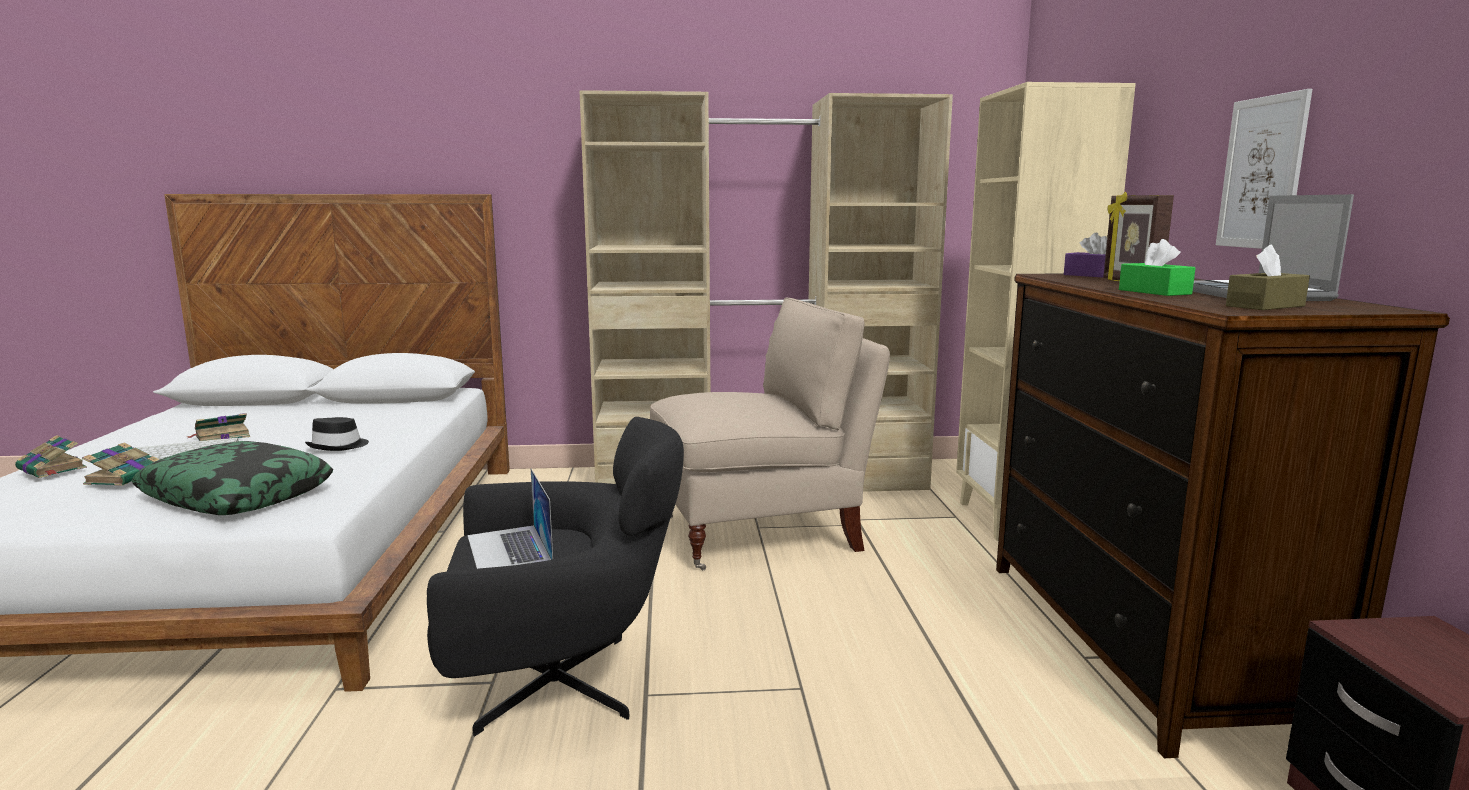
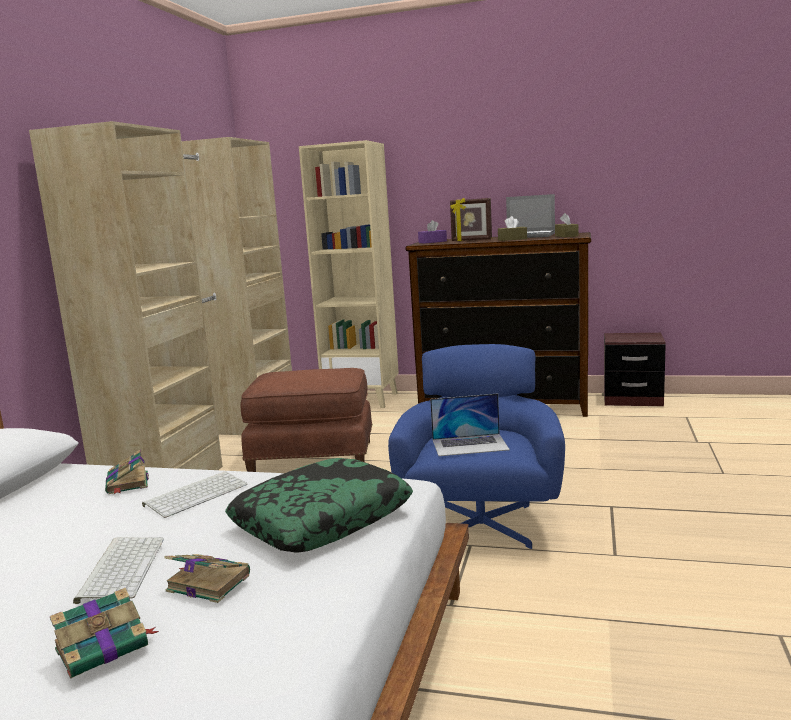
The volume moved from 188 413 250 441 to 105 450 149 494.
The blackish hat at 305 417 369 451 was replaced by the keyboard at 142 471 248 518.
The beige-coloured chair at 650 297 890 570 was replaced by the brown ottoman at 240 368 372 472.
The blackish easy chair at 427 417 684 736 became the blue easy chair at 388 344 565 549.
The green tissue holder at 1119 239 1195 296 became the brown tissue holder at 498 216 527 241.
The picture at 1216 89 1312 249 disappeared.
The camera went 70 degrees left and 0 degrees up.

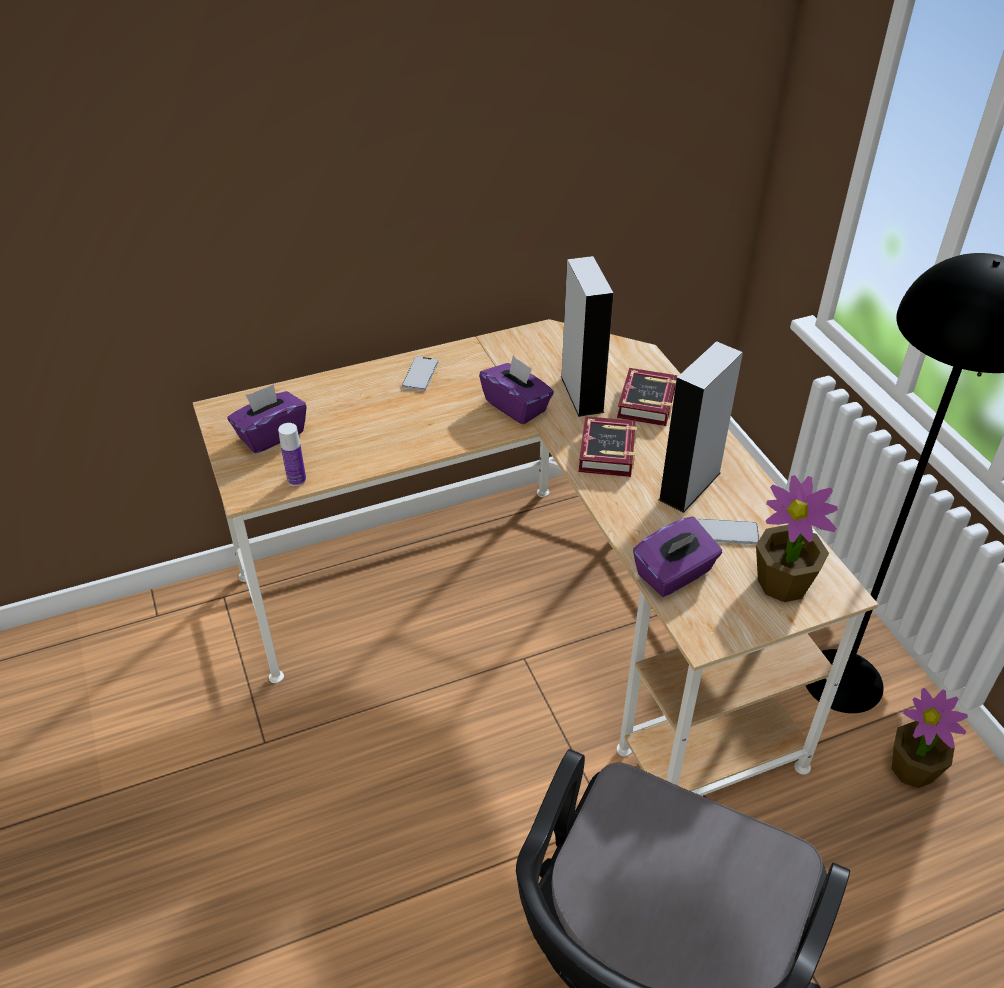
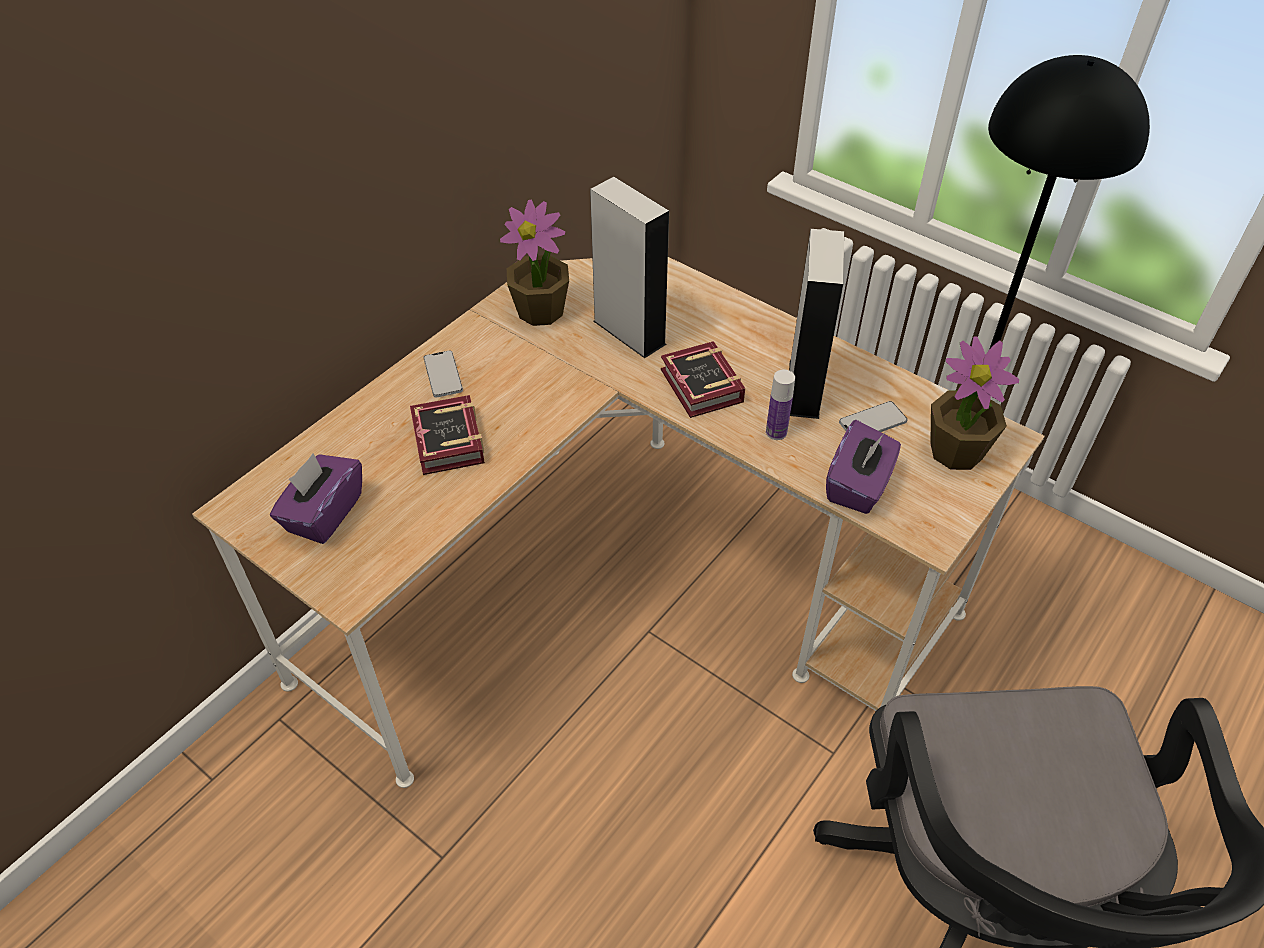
The volume moved from 617 368 677 426 to 410 395 485 475.
The plant in a pot moved from 892 688 968 788 to 500 199 569 326.
The bottle moved from 278 423 306 486 to 766 370 795 440.
The purple tissue holder at 479 356 554 424 disappeared.
The camera went 30 degrees left and 5 degrees up.

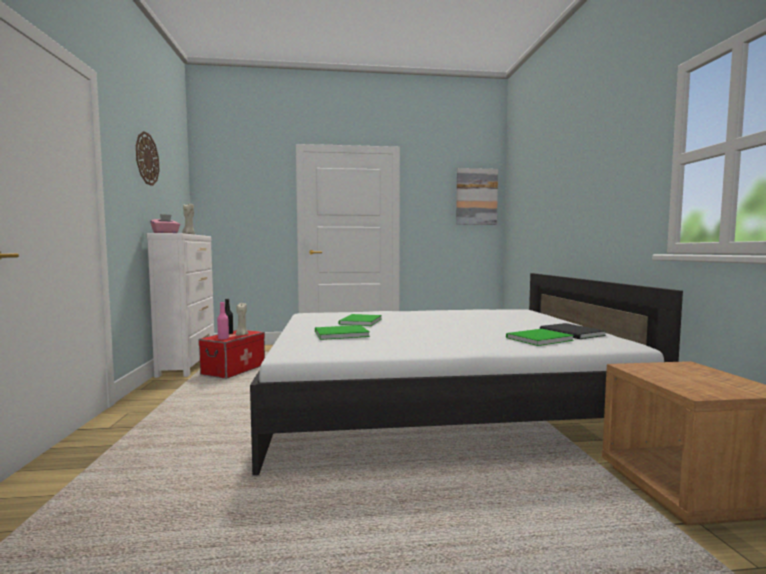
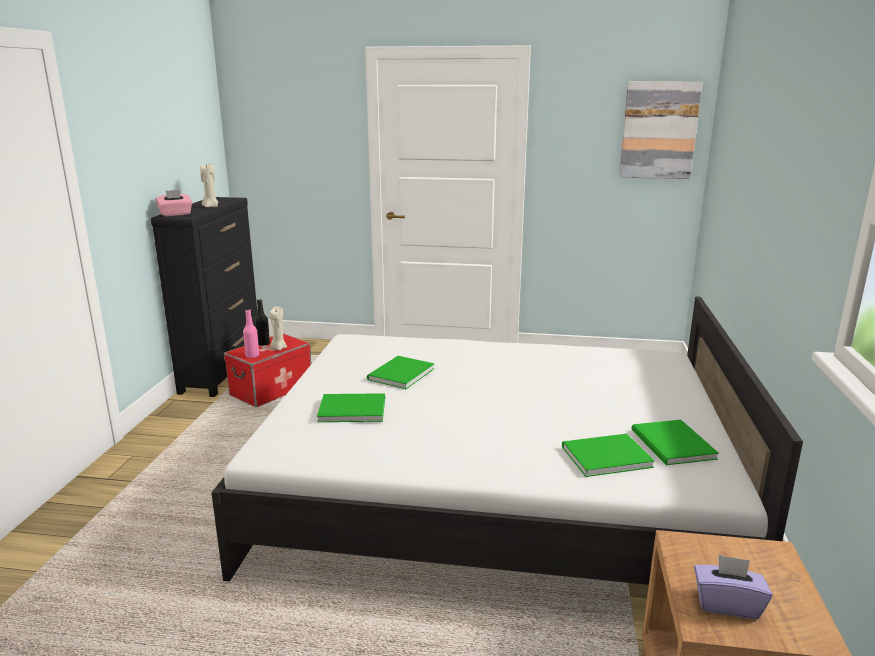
The whitish dresser at 147 233 214 378 became the blackish dresser at 151 197 257 397.
The blackish volume at 540 323 606 339 became the green volume at 632 420 719 465.
The purple tissue holder at 694 555 772 619 appeared.
The clock on the wall at 136 131 159 186 disappeared.
The camera went 15 degrees right and 15 degrees up.

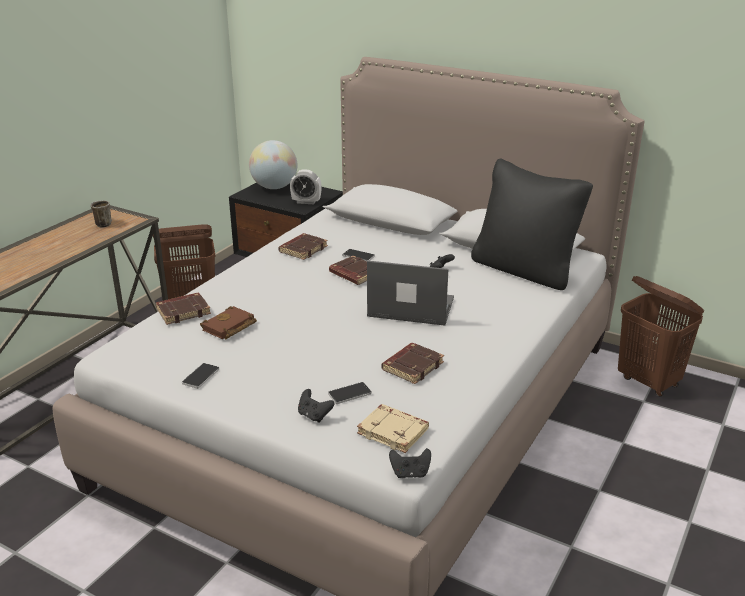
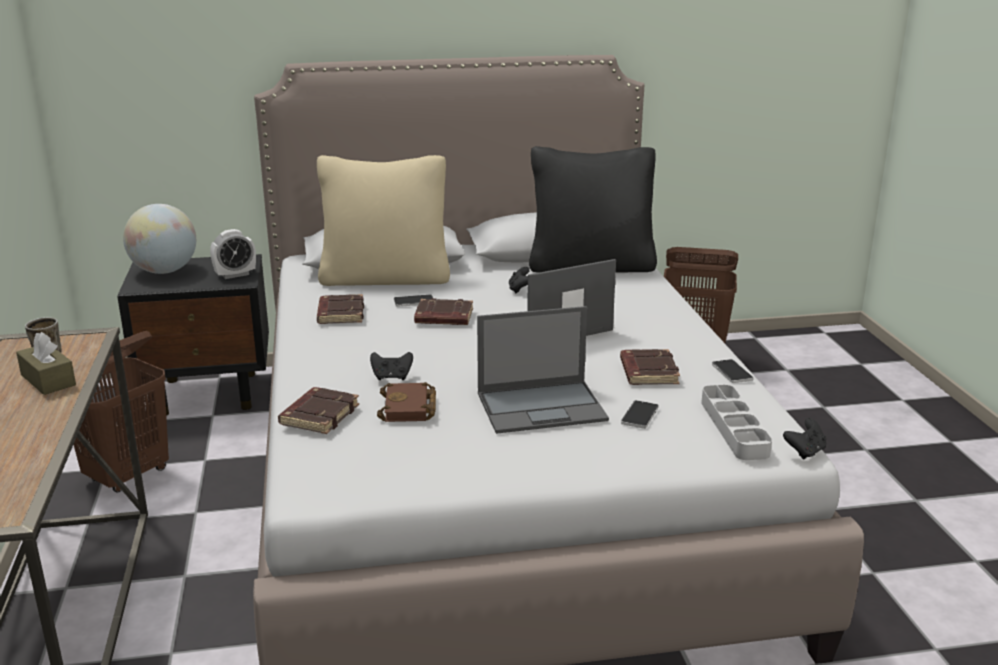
The brown tissue holder at 16 332 76 395 appeared.
The beige-coloured pillow at 317 155 450 286 appeared.
The blackish joypad moved from 298 389 334 423 to 370 352 413 380.
The portable computer at 477 306 609 434 appeared.
The beige-coloured volume at 357 404 429 453 was replaced by the greyish tray at 701 385 772 460.
The telephone moved from 182 363 219 389 to 712 359 753 383.
The camera went 40 degrees left and 5 degrees down.

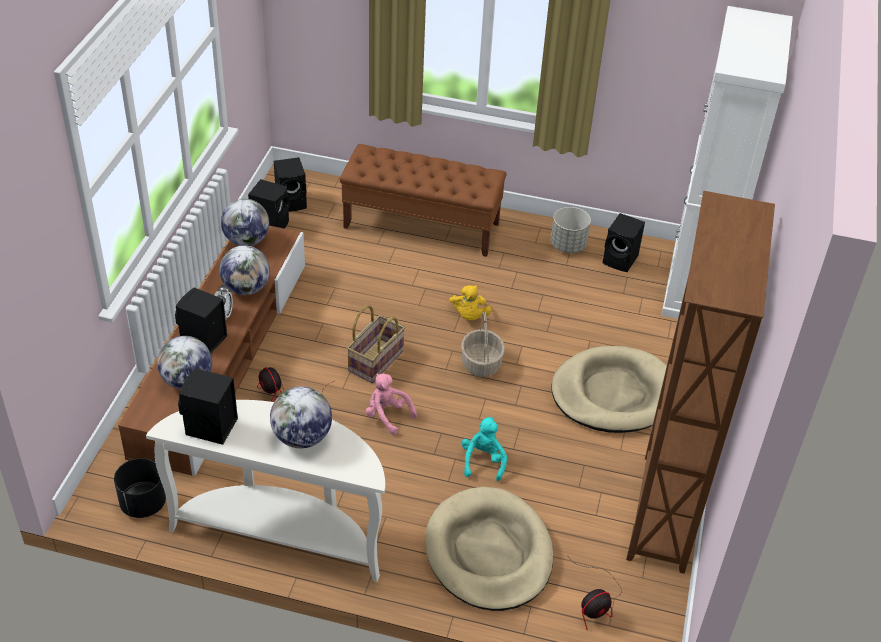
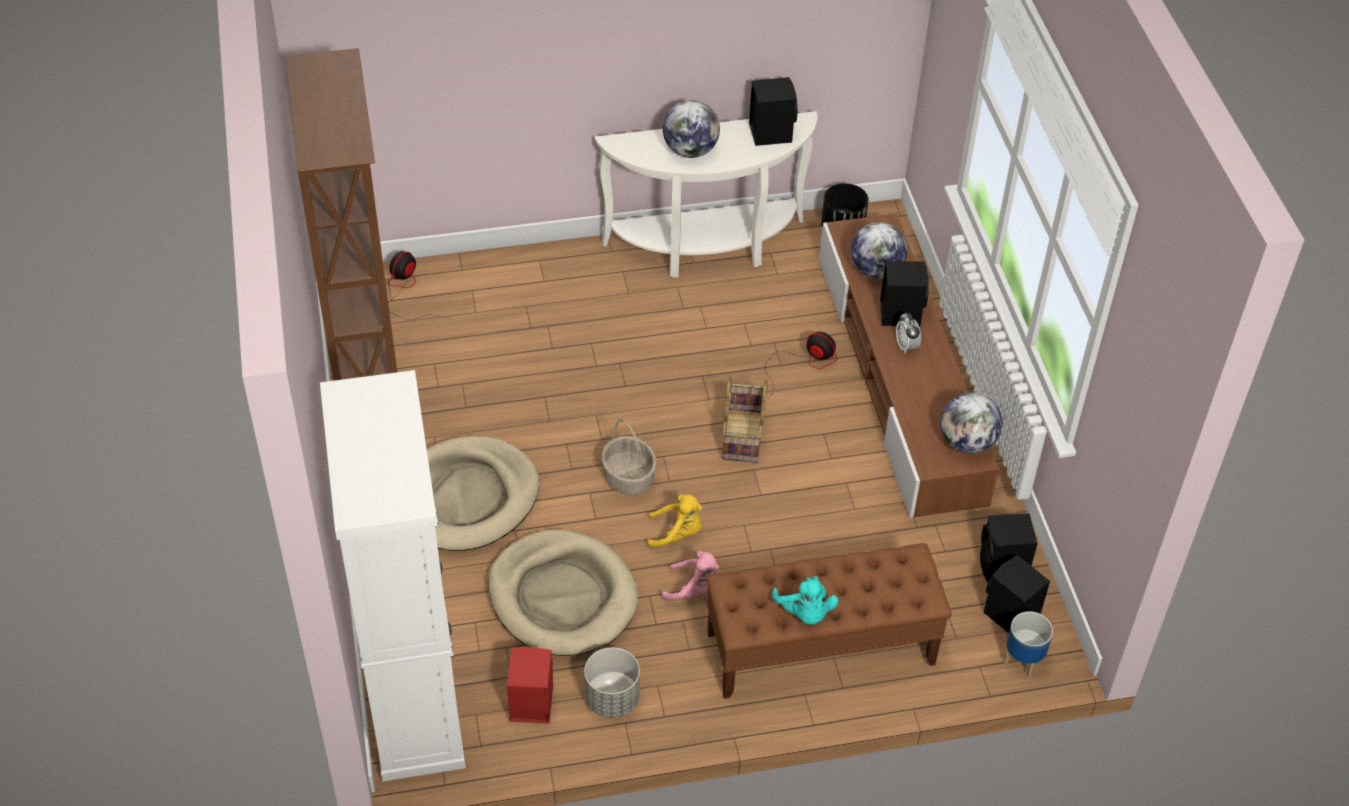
The beige-coloured dog bed moved from 425 487 553 611 to 488 529 638 656.
The blackish loudspeaker at 603 213 645 272 became the red-coloured loudspeaker at 507 647 553 723.
The yellow plush toy at 449 285 492 321 turned 120 degrees clockwise.
The pinkish plush toy moved from 365 374 417 435 to 662 551 719 600.
The turquoise plush toy moved from 461 417 507 481 to 772 576 839 625.
The flower pot at 1003 611 1053 678 appeared.
The desk globe at 219 245 270 295 disappeared.
The camera went 155 degrees right and 5 degrees up.

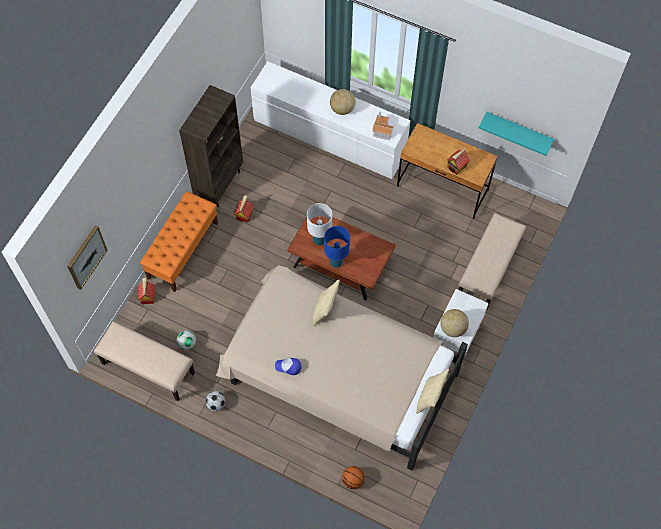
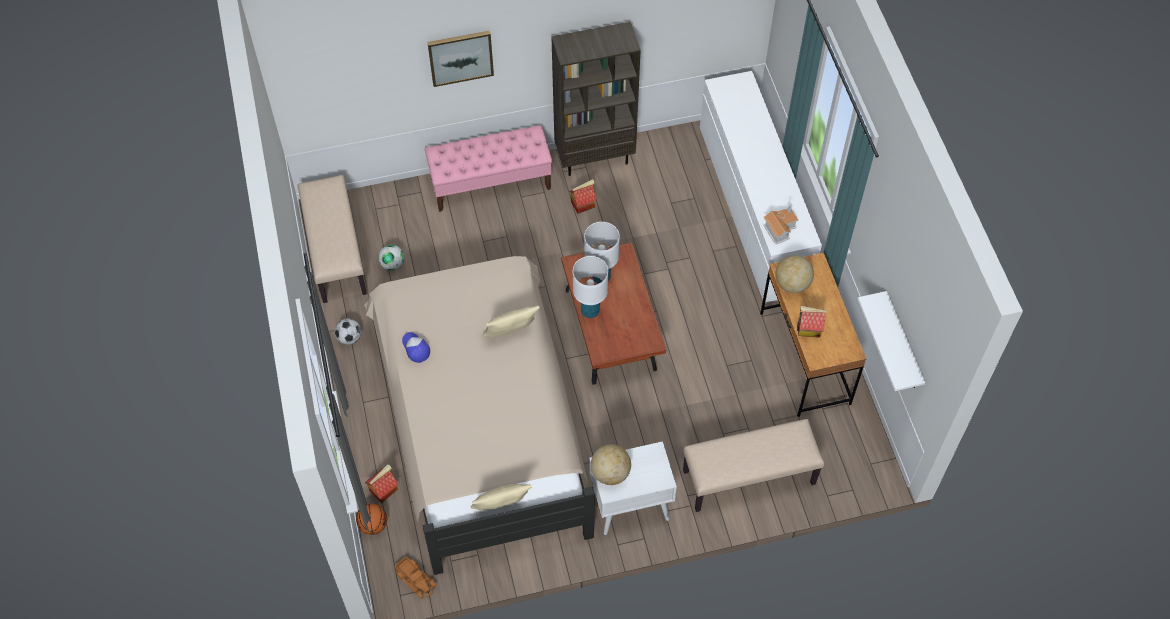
The miniature house moved from 138 277 155 304 to 365 464 398 503.
The toy lorry at 394 557 437 599 appeared.
The orangey indoor bench at 140 191 218 292 became the pinkish indoor bench at 425 125 552 212.
The picture moved from 67 225 107 290 to 427 30 494 87.
The blue table lamp at 324 226 350 268 became the whitish table lamp at 573 256 608 318.
The desk globe moved from 330 89 356 115 to 775 255 814 293.
The turquoise shelf at 479 112 554 156 became the whitish shelf at 858 291 925 391.
The camera went 50 degrees right and 5 degrees down.

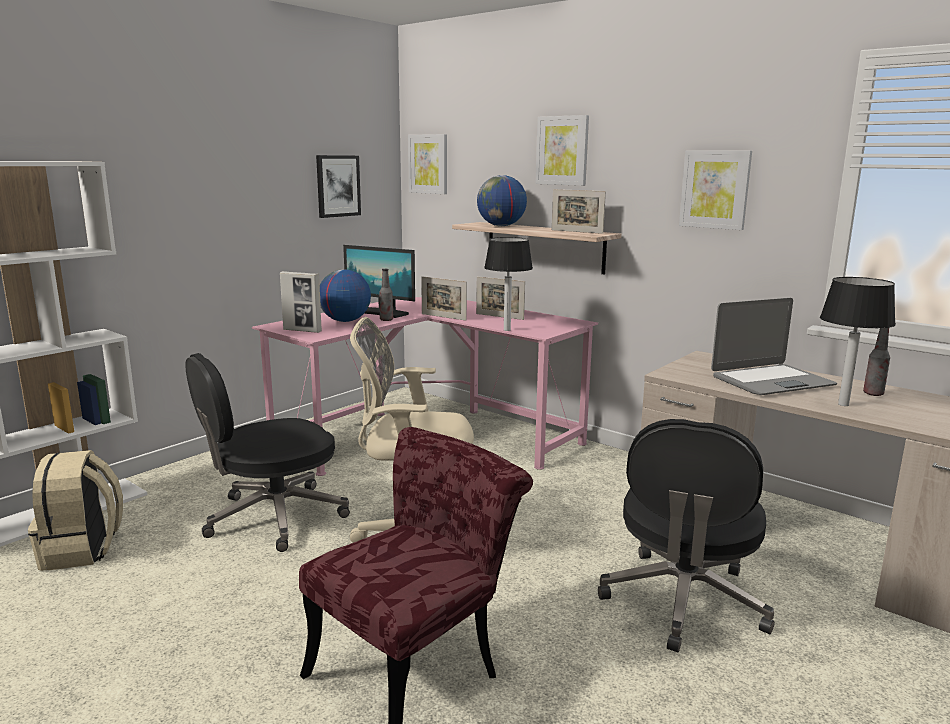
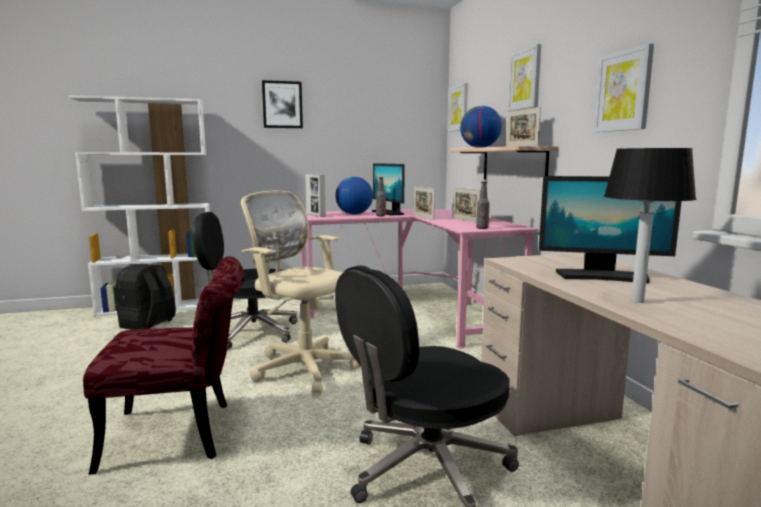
The beige-coloured backpack at 28 450 123 571 became the blackish backpack at 116 264 176 330.
The picture moved from 316 155 361 218 to 262 80 303 128.
The bottle moved from 863 328 890 396 to 476 181 489 229.
The portable computer at 711 298 837 395 was replaced by the computer screen at 539 176 682 284.
The table lamp at 484 237 533 331 disappeared.
The camera went 35 degrees right and 5 degrees down.

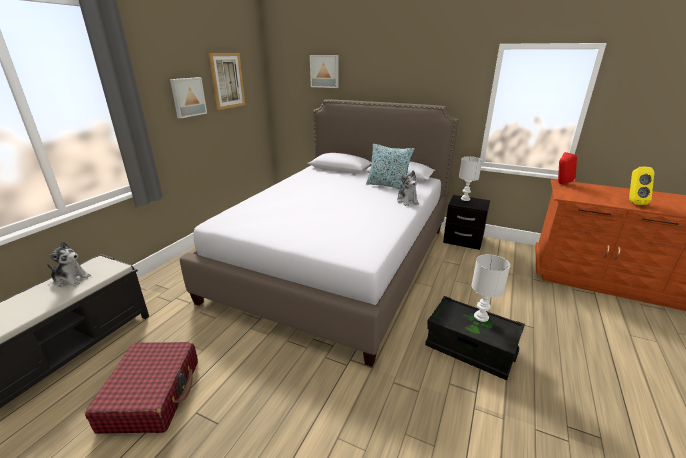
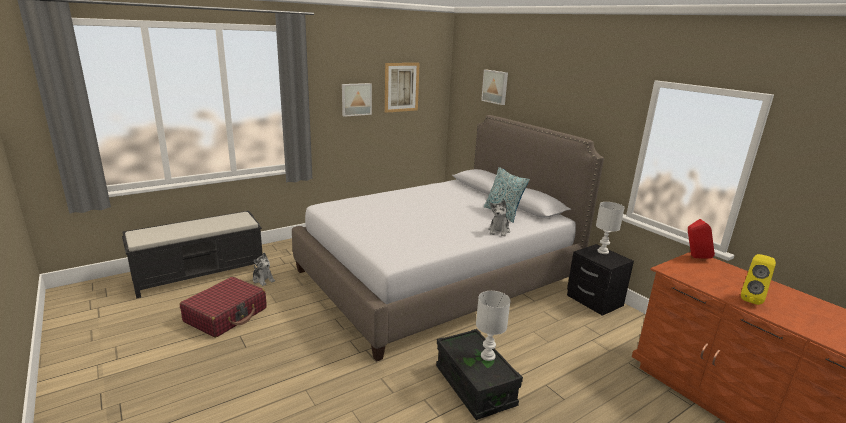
The plush toy moved from 47 241 91 287 to 253 253 275 286.
The camera went 30 degrees right and 5 degrees down.

